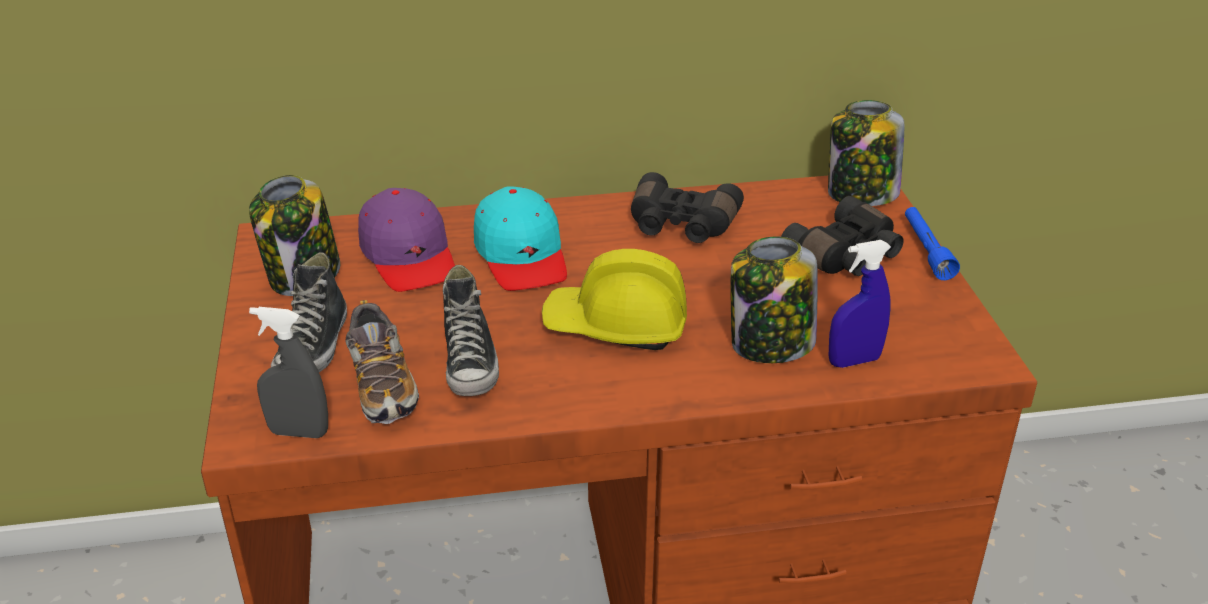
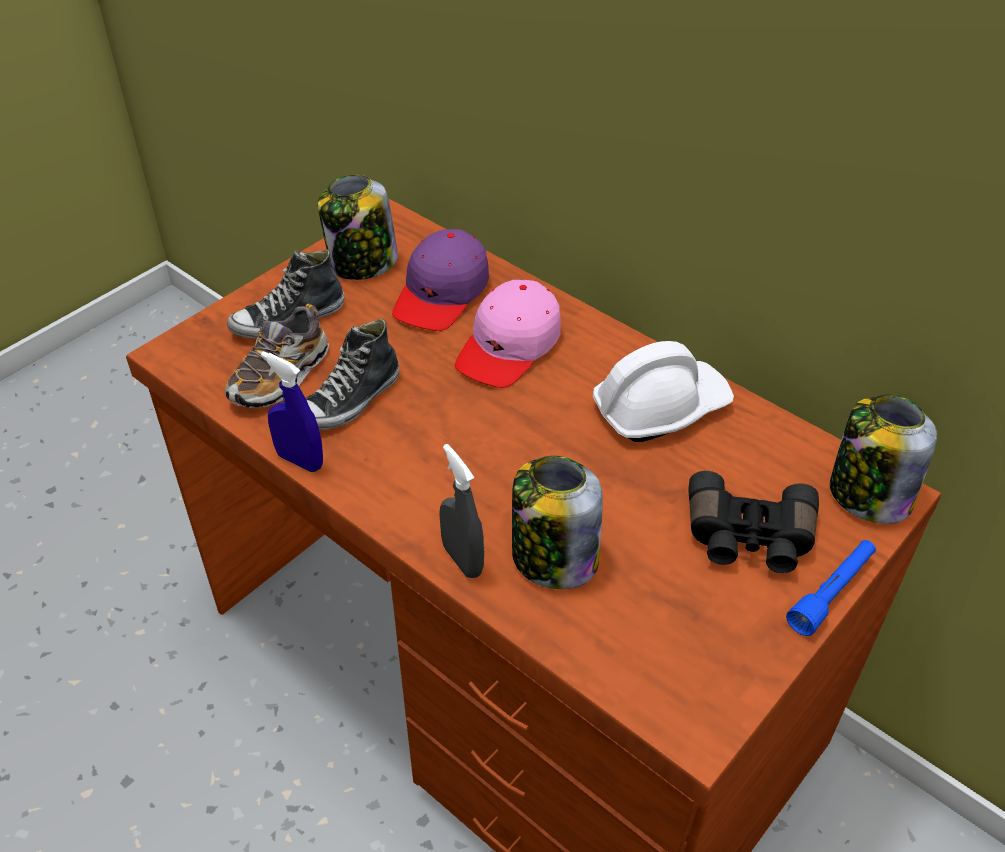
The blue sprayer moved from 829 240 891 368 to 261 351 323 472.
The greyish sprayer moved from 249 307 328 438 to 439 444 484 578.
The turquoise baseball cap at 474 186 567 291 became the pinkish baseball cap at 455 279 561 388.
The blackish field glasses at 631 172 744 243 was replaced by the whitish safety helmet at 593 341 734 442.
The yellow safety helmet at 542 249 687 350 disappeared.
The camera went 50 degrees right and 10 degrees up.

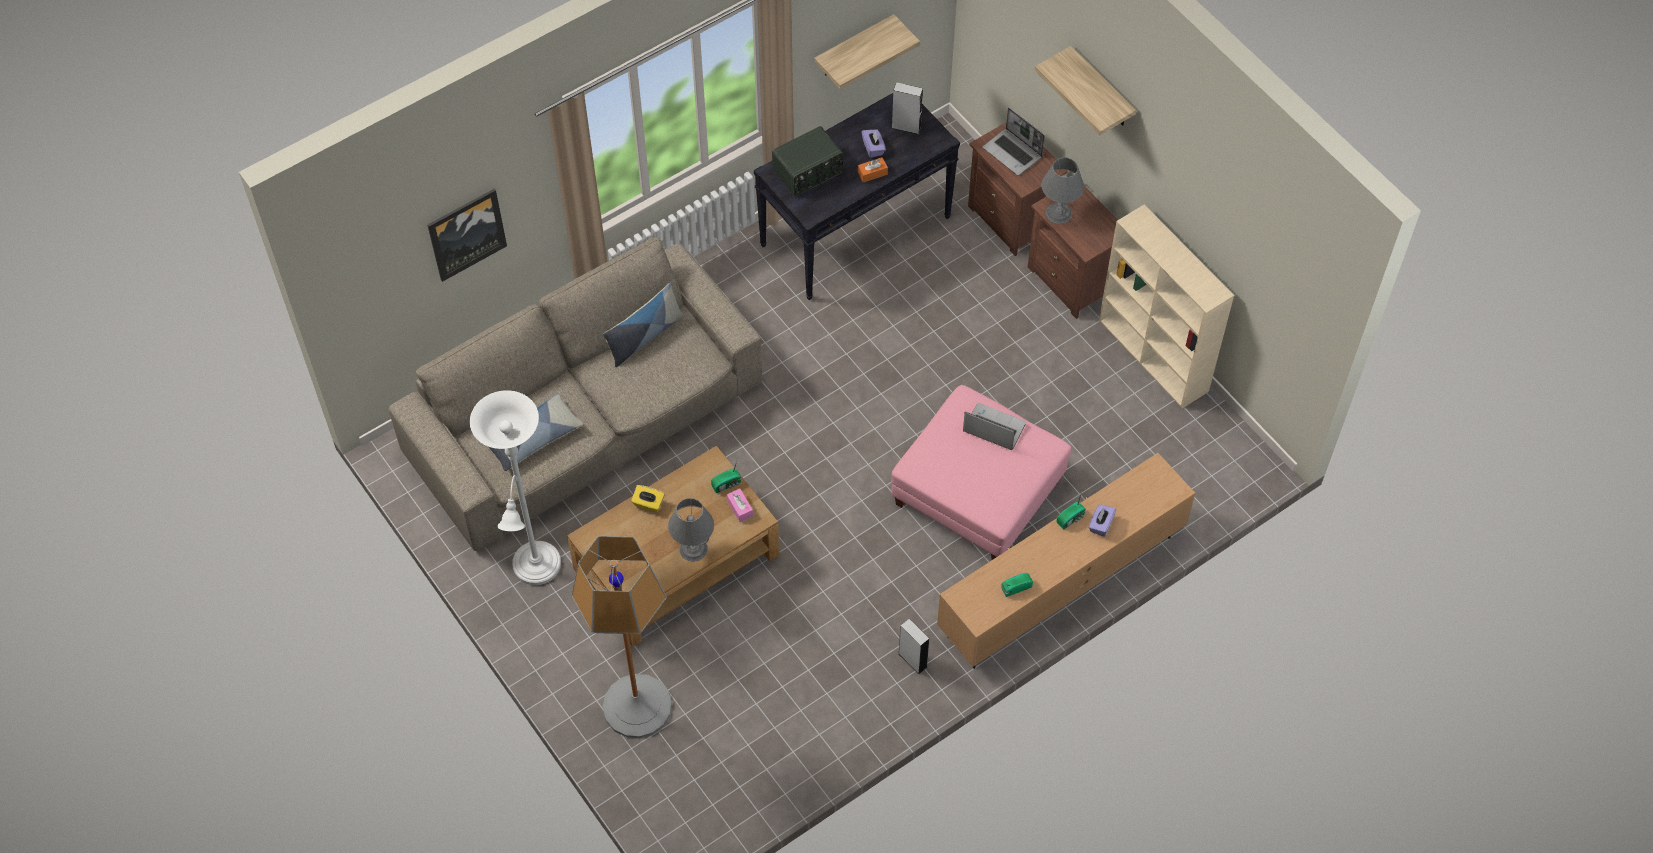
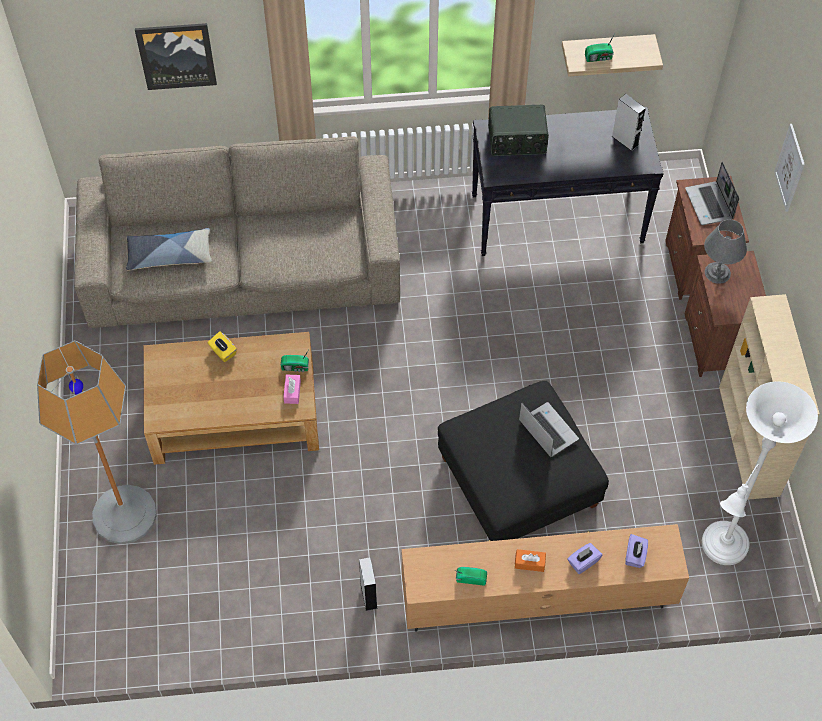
The pinkish ottoman at 891 385 1071 560 became the blackish ottoman at 438 381 609 541.
The orangey tissue holder moved from 858 157 888 183 to 515 549 546 572.
The radio moved from 1056 492 1086 529 to 585 34 615 62.
The purple tissue holder moved from 862 129 886 158 to 625 534 648 568.
The whitish standing lamp moved from 470 390 561 585 to 702 381 818 565.
The shelf at 1035 46 1136 135 was replaced by the picture at 774 124 805 212.
The pillow at 603 283 684 367 disappeared.
The greyish table lamp at 668 498 714 562 disappeared.
The camera went 30 degrees right and 0 degrees up.

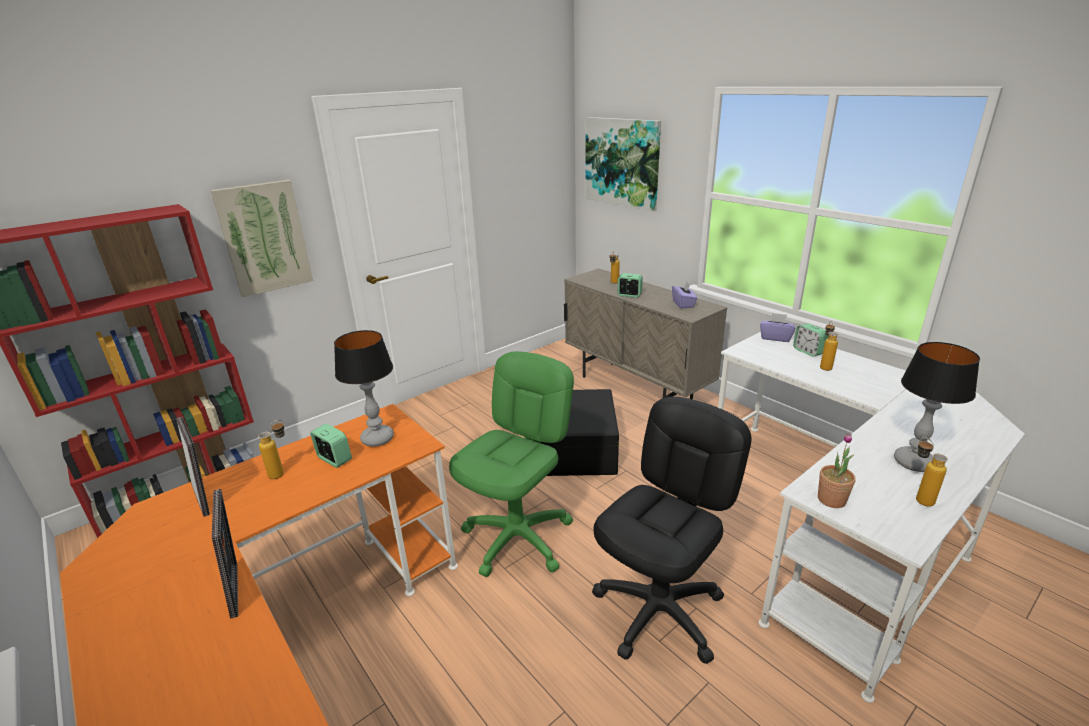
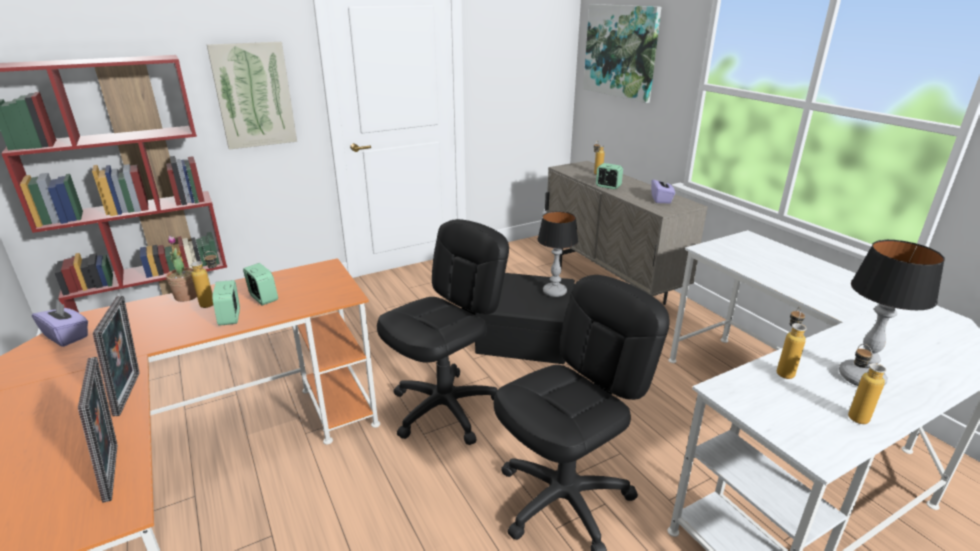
The purple tissue holder moved from 760 313 795 342 to 32 299 88 347.
The photo frame moved from 176 417 210 517 to 78 357 118 503.
The plant in a pot moved from 818 433 856 508 to 166 236 197 302.
The bedside clock moved from 793 323 828 357 to 212 280 240 326.
The green computer chair at 449 351 574 577 became the blackish computer chair at 377 219 509 445.
The table lamp moved from 334 330 394 447 to 537 211 578 297.
The bottle moved from 820 321 838 371 to 777 307 807 379.
The camera went 10 degrees right and 0 degrees up.

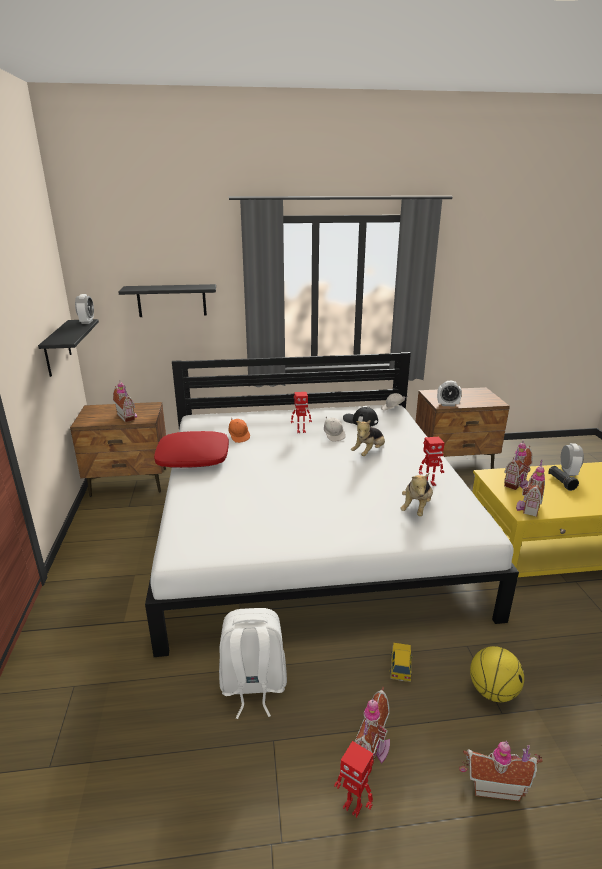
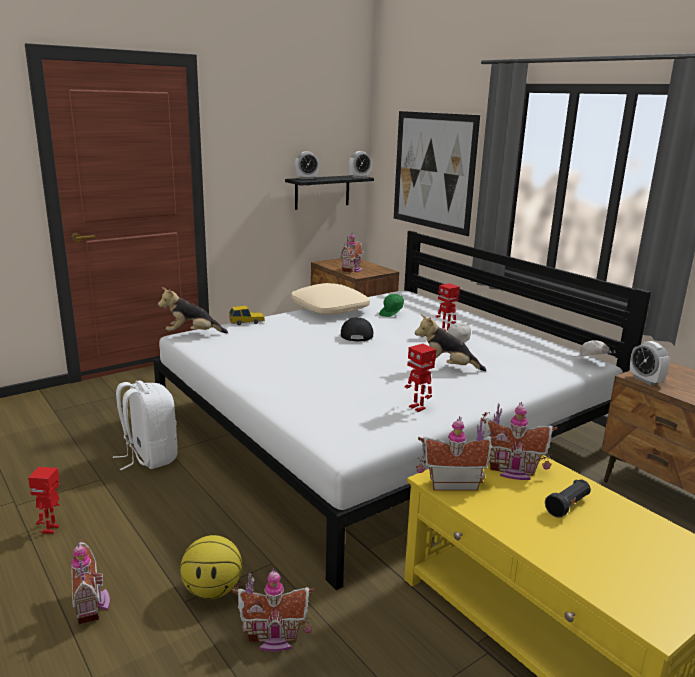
The plush toy moved from 400 473 433 516 to 158 287 228 333.
The miniature car moved from 390 643 413 682 to 229 305 265 325.
The miniature house moved from 355 687 390 764 to 232 568 314 651.
The red-coloured pillow at 154 431 229 468 became the beige-coloured pillow at 291 283 370 315.
The bedside clock moved from 560 443 584 476 to 295 151 319 179.
The blackish baseball cap moved from 343 407 378 426 to 341 317 374 341.
The orangey baseball cap at 229 418 250 443 became the green baseball cap at 379 294 404 317.
The blackish shelf at 118 284 216 317 was replaced by the picture at 394 111 480 236.
The camera went 60 degrees right and 5 degrees down.

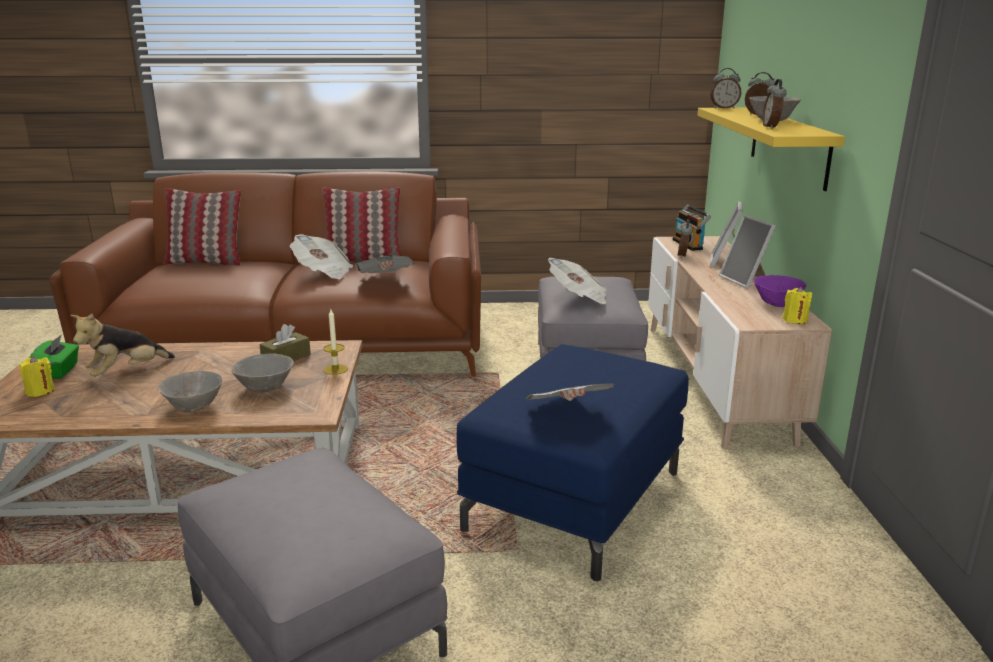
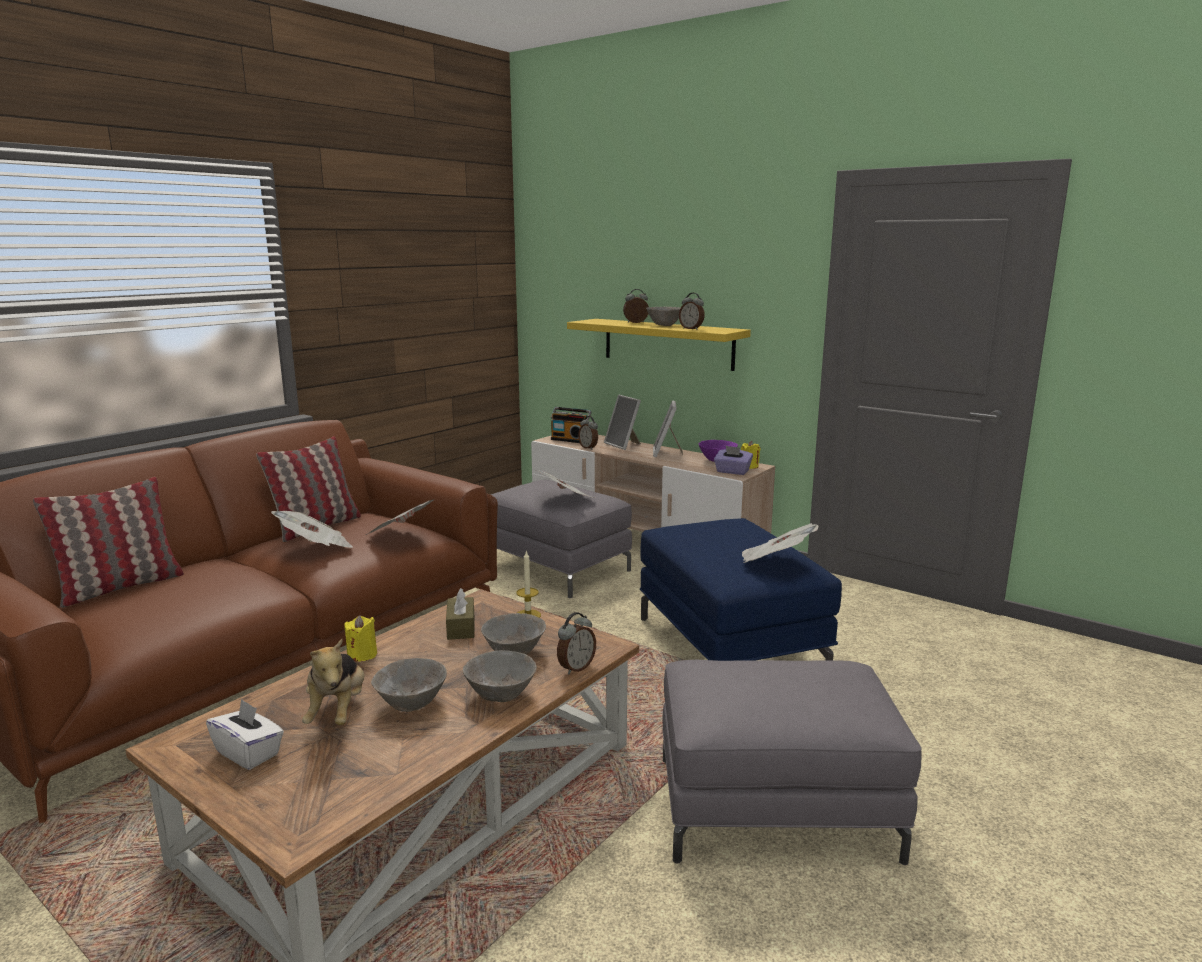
The green tissue holder at 30 334 79 379 became the whitish tissue holder at 206 699 284 770.
The yellow wax light moved from 19 356 55 397 to 344 615 377 661.
The greyish bowl at 371 658 447 712 appeared.
The bedside clock moved from 710 68 741 109 to 557 612 596 675.
The photo frame at 719 215 776 289 turned 75 degrees clockwise.
The purple tissue holder at 714 446 753 475 appeared.
The camera went 50 degrees left and 5 degrees down.

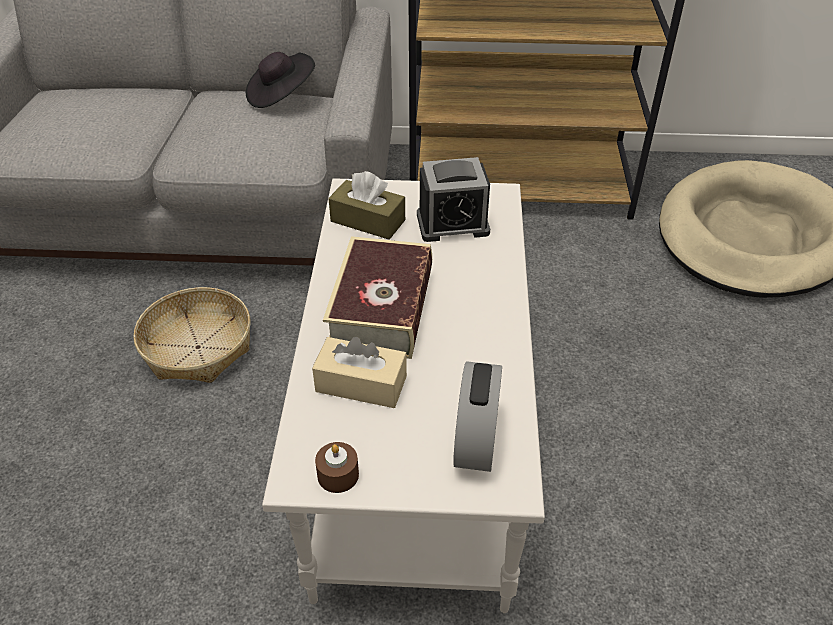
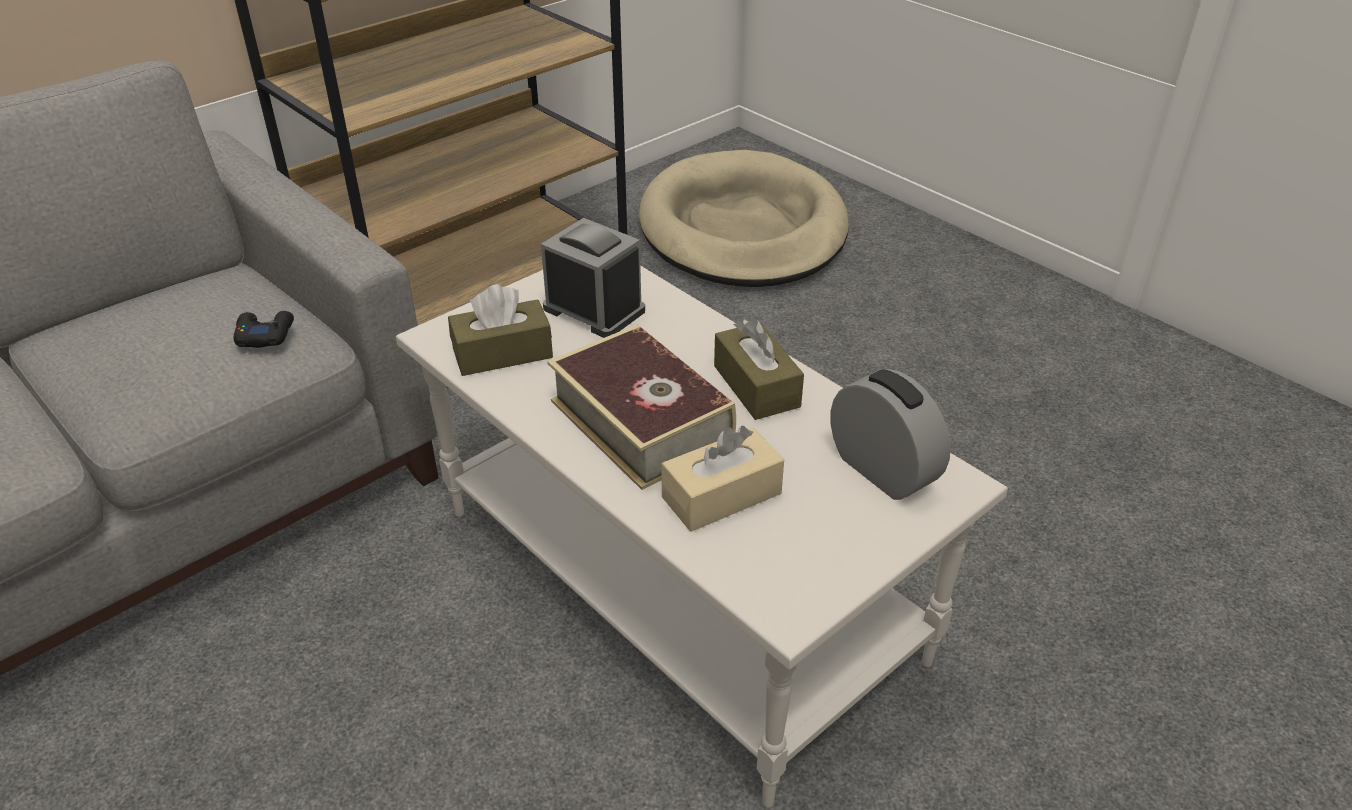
The blackish joypad at 233 311 294 348 appeared.
The bedside clock at 417 157 490 242 turned 90 degrees counterclockwise.
The brown tissue holder at 714 318 804 420 appeared.
The household basket at 133 287 251 383 disappeared.
The blackish hat at 246 52 315 108 disappeared.
The brown wax light at 315 442 359 493 disappeared.
The camera went 45 degrees left and 5 degrees down.

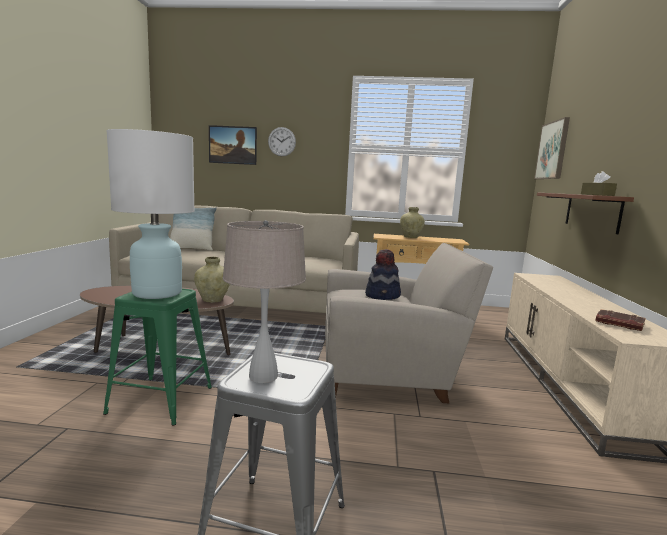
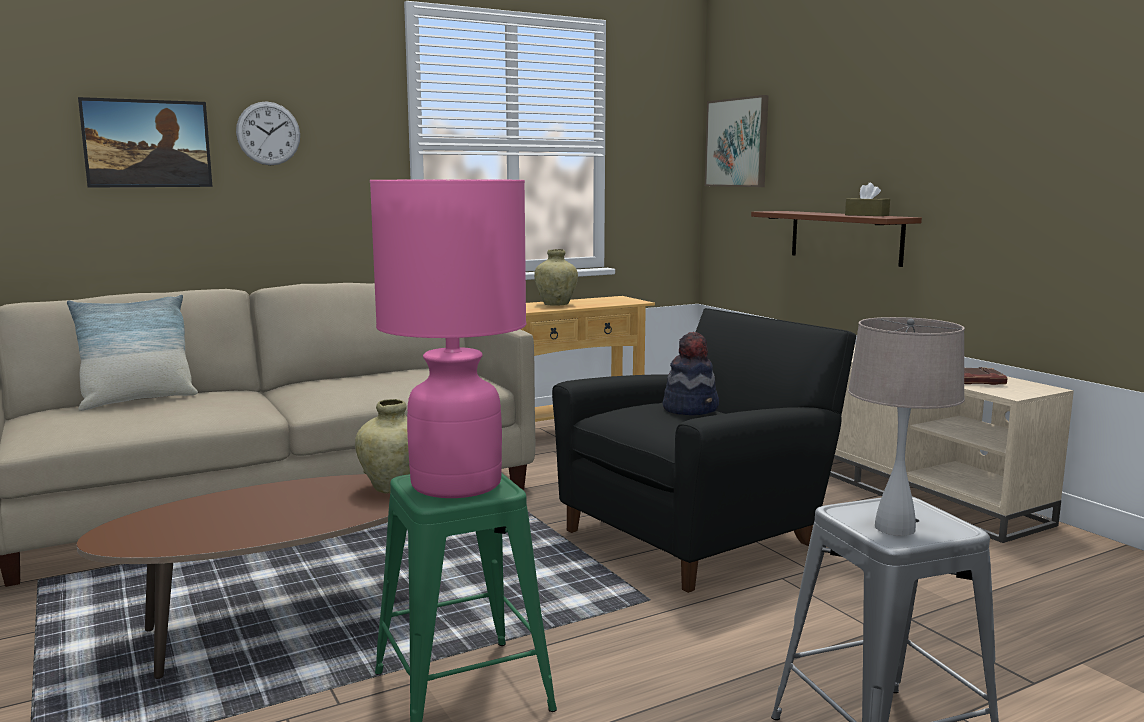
The whitish table lamp at 106 129 195 299 became the pinkish table lamp at 370 180 526 498.
The beige-coloured easy chair at 325 243 493 403 became the blackish easy chair at 552 308 856 593.
The camera went 35 degrees left and 0 degrees up.

